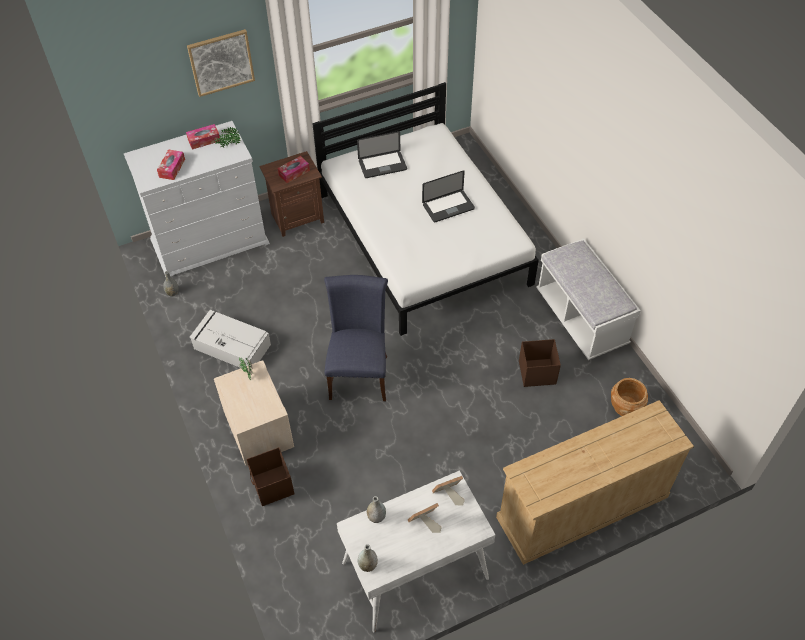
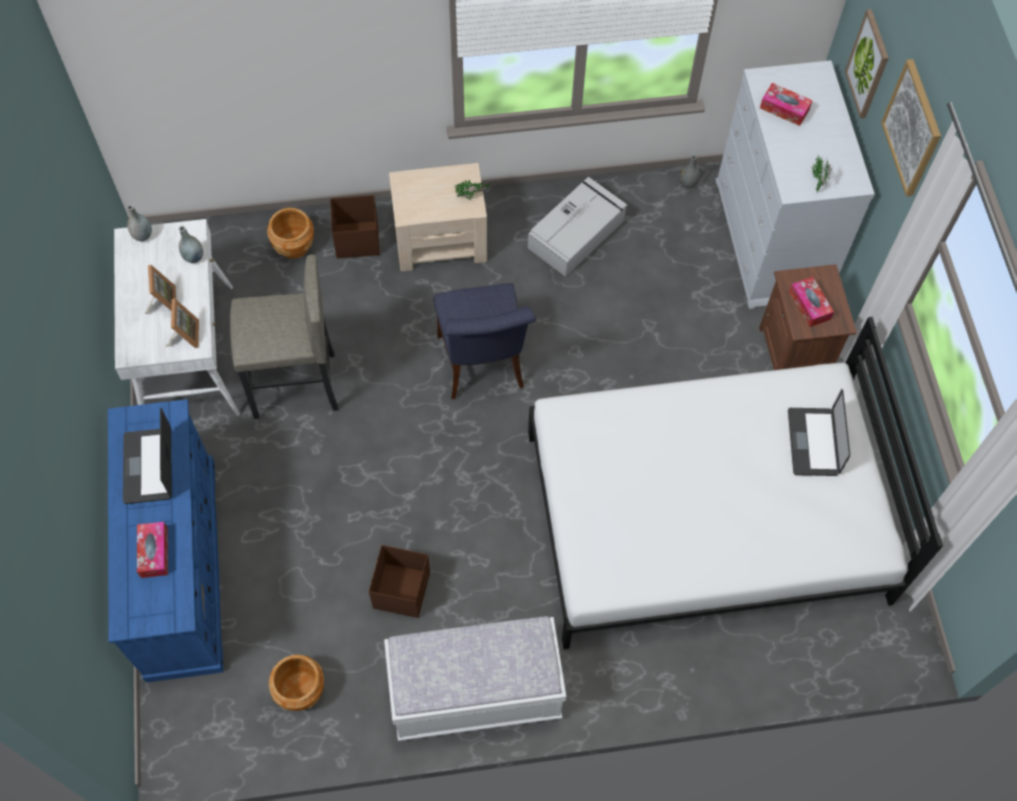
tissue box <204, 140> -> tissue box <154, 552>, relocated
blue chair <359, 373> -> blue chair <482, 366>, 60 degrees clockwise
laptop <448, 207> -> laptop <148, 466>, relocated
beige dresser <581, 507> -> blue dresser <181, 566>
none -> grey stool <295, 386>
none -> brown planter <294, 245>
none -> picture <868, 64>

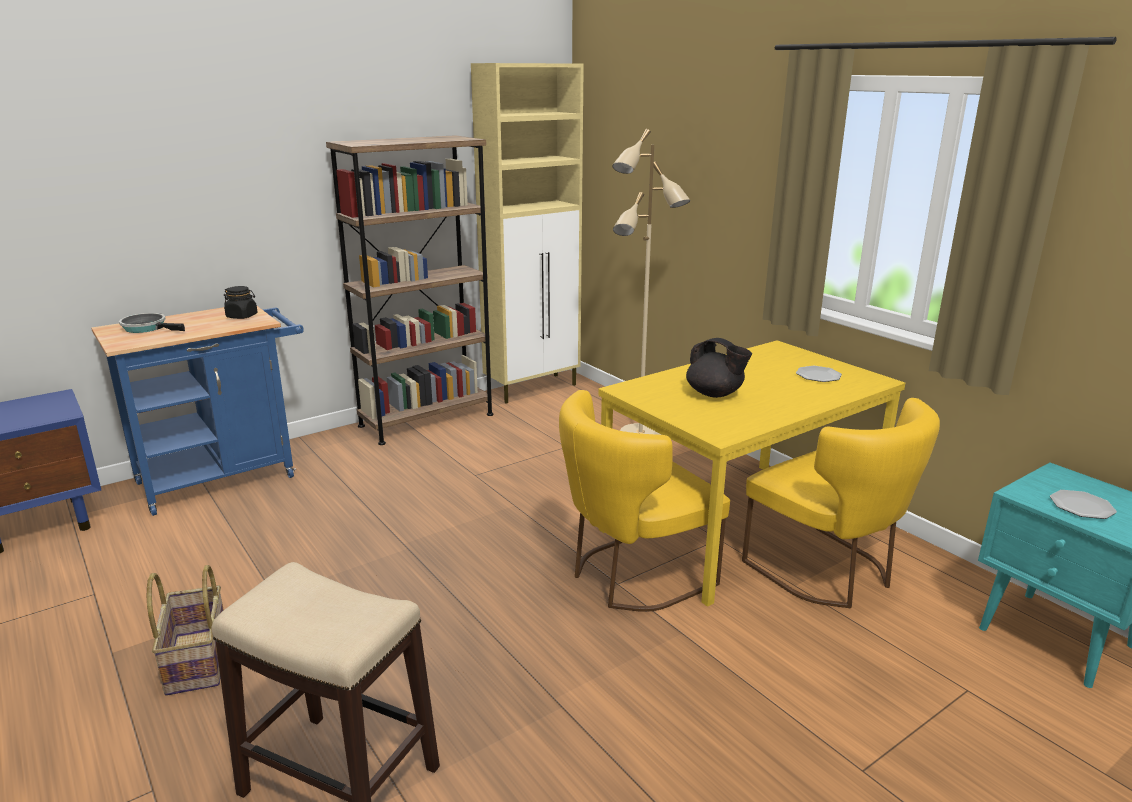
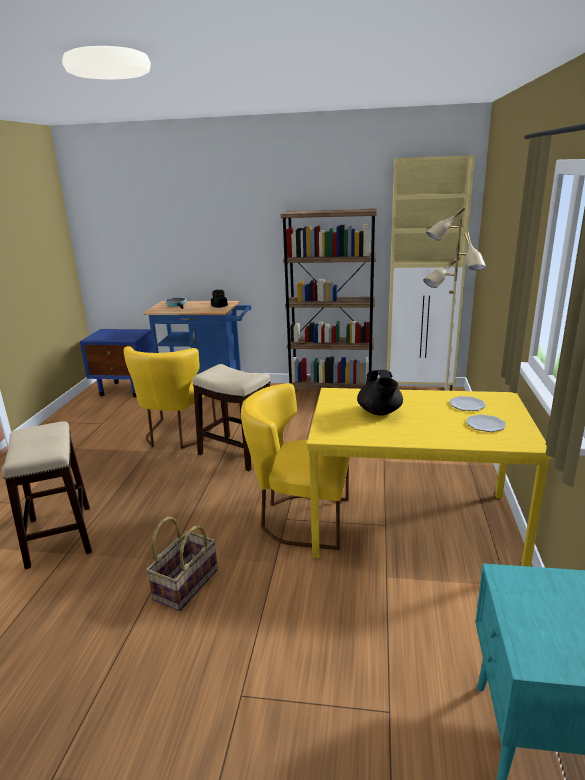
basket <196, 660> -> basket <185, 584>, relocated
yellow chair <828, 573> -> yellow chair <177, 435>, relocated
plate <1082, 506> -> plate <467, 405>, relocated
none -> stool <238, 453>

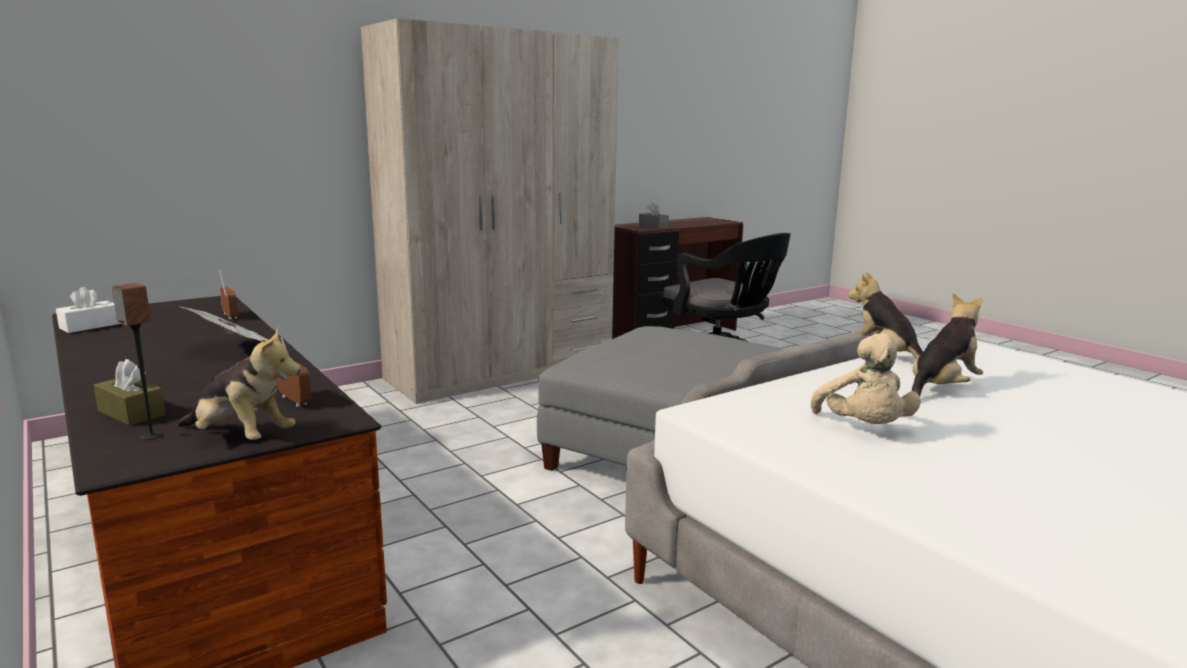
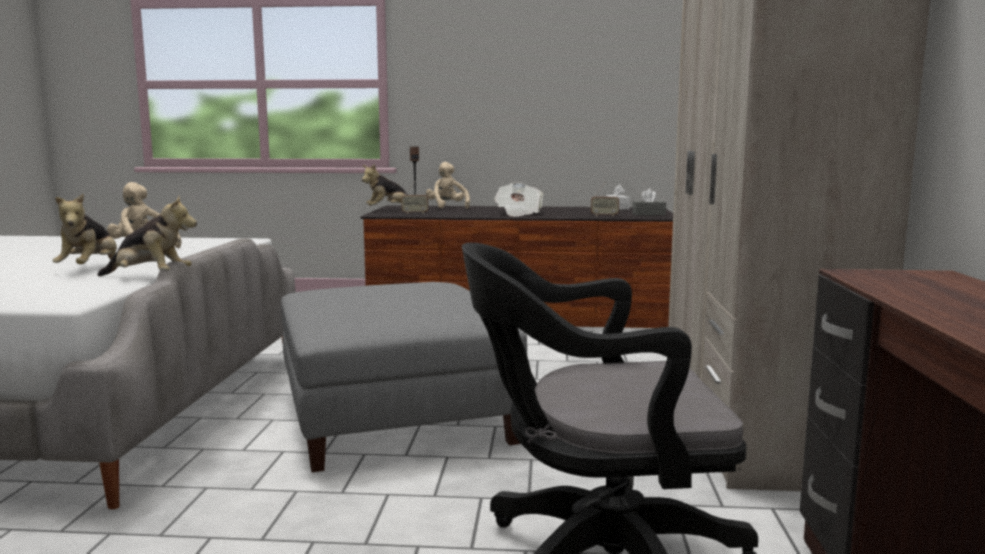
brown tissue box <131, 413> -> beige plush toy <447, 207>
grey tissue box <653, 226> -> grey tissue box <648, 214>, relocated

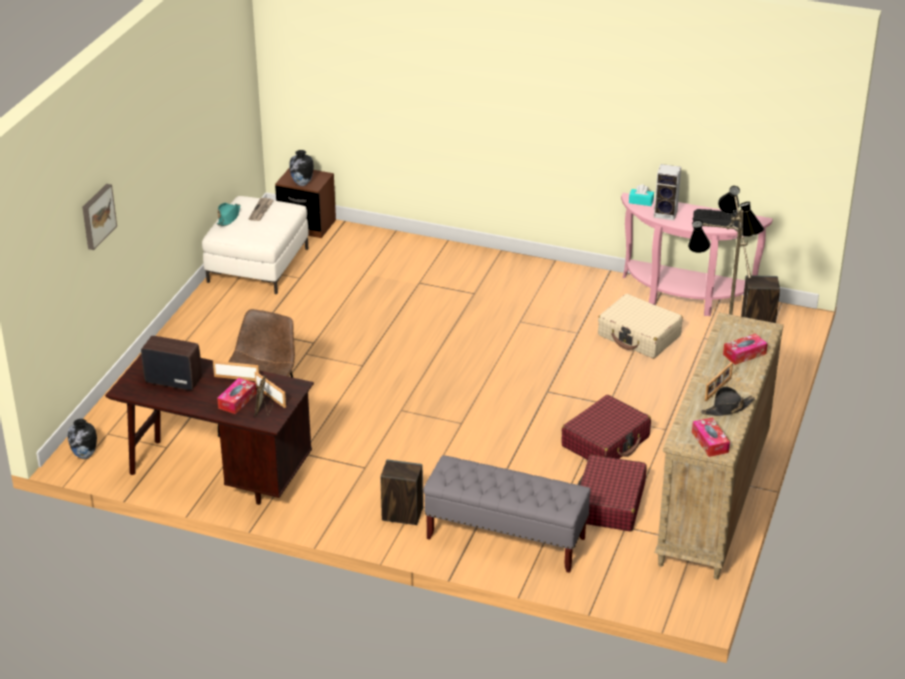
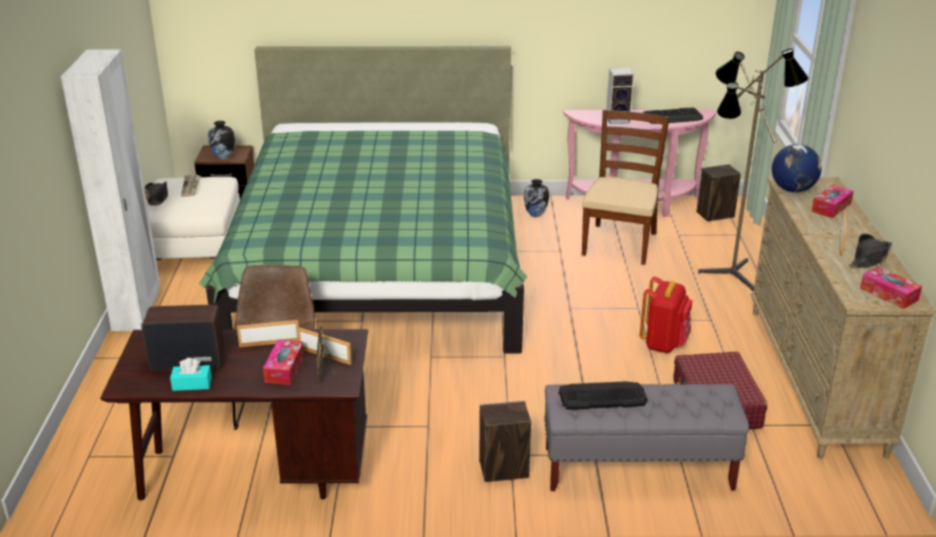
vase <85, 456> -> vase <535, 215>, relocated
picture <97, 216> -> none
turquoise hat <229, 217> -> black hat <157, 198>
red suitcase <606, 442> -> red backpack <664, 344>
beige suitcase <639, 336> -> brown chair <619, 243>
turquoise tissue box <641, 201> -> turquoise tissue box <192, 384>, relocated
none -> white wardrobe <137, 311>
none -> green bed <378, 266>
none -> keyboard <602, 396>
none -> globe <792, 189>

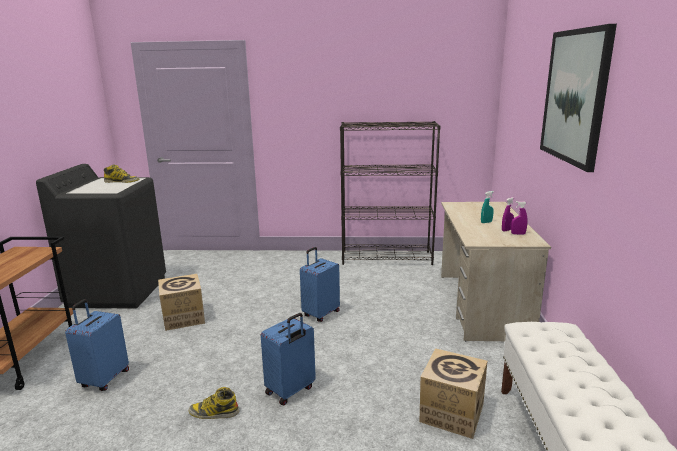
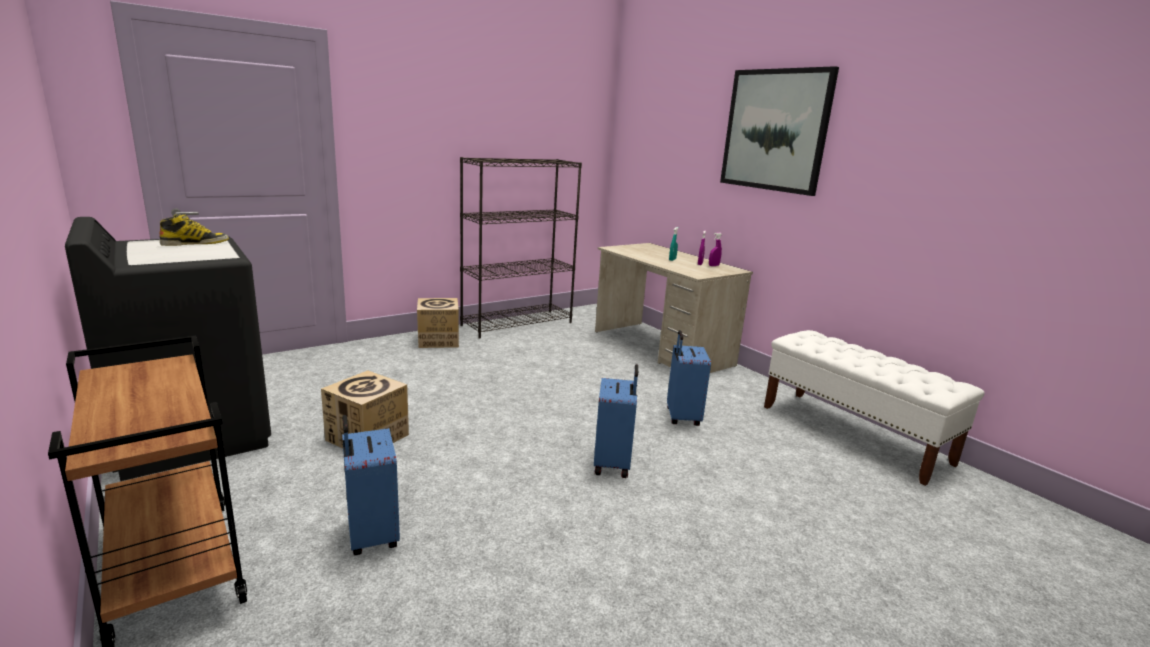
boot <214, 413> -> none
blue suitcase <320, 314> -> blue suitcase <681, 417>, relocated
cardboard box <451, 413> -> cardboard box <438, 340>, relocated

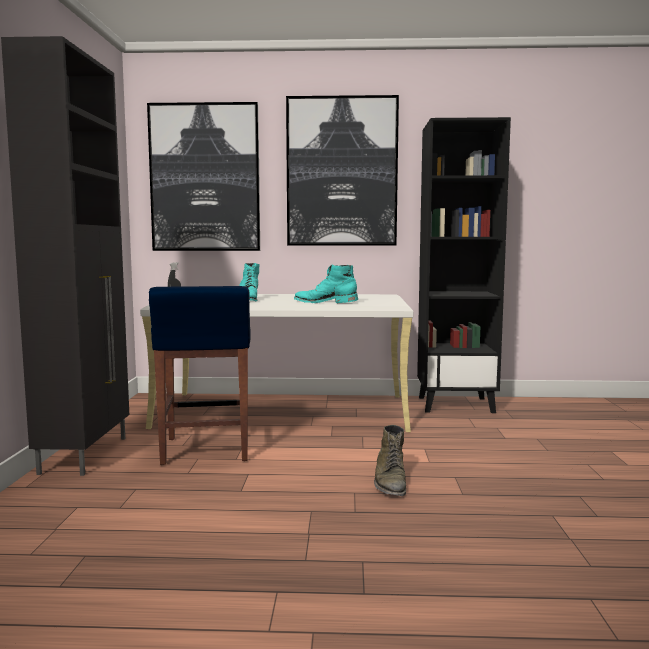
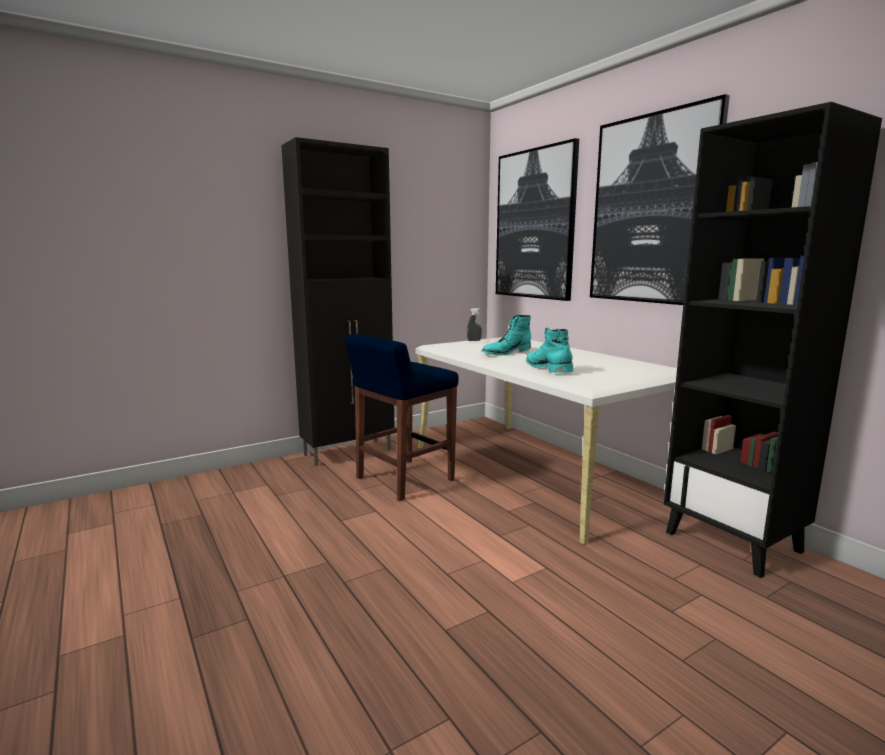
green boot <390, 483> -> none

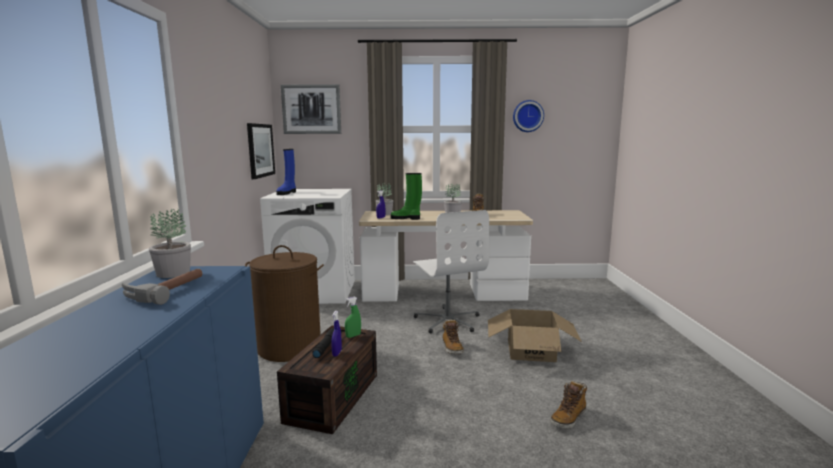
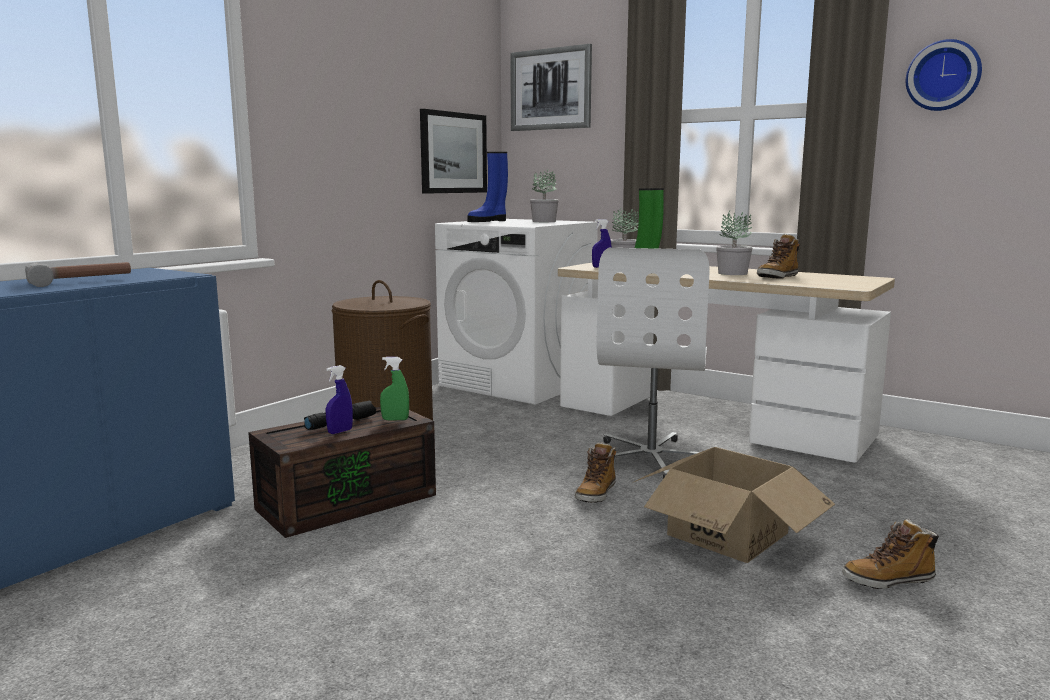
potted plant <174, 273> -> potted plant <544, 221>, relocated
boot <568, 418> -> boot <888, 580>, relocated

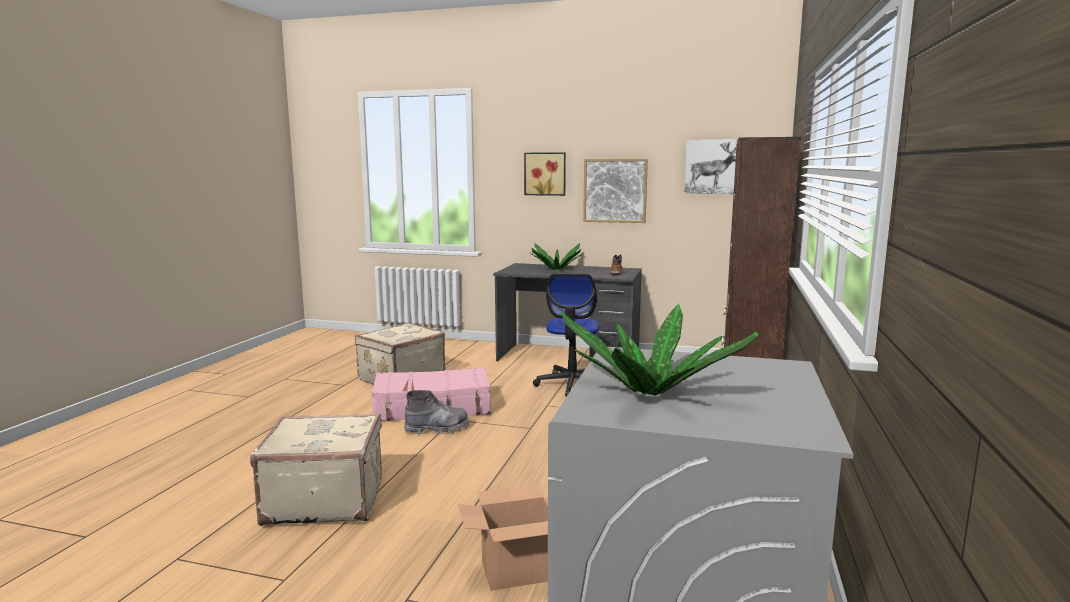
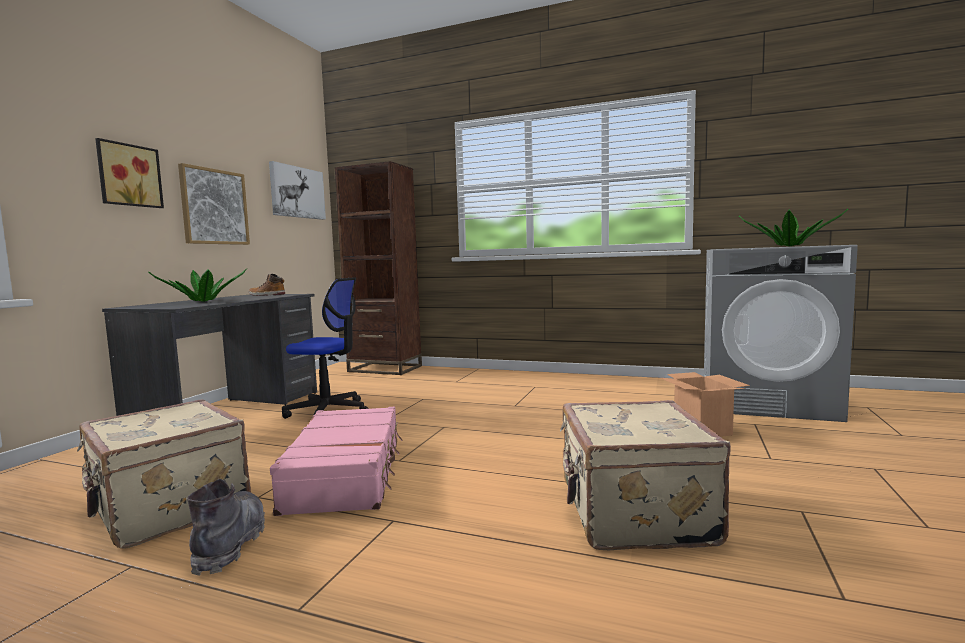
grey boot <437, 429> -> grey boot <231, 543>, relocated

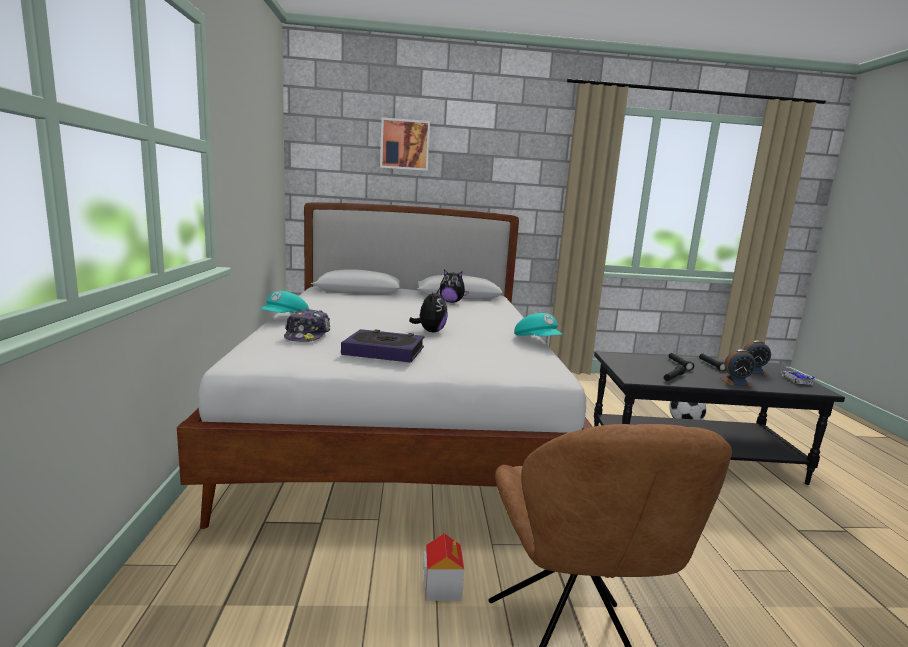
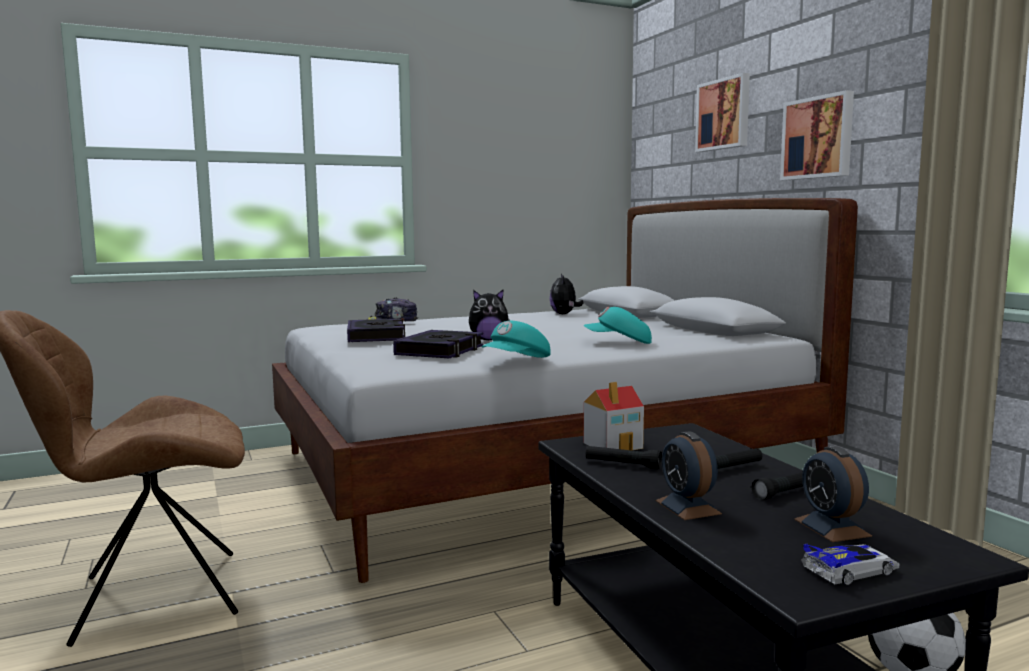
turquoise cap <285, 318> -> turquoise cap <619, 343>, relocated
toy house <442, 586> -> toy house <613, 445>, relocated
plush toy <452, 302> -> plush toy <564, 314>, relocated
none -> book <440, 351>
none -> picture <818, 138>

